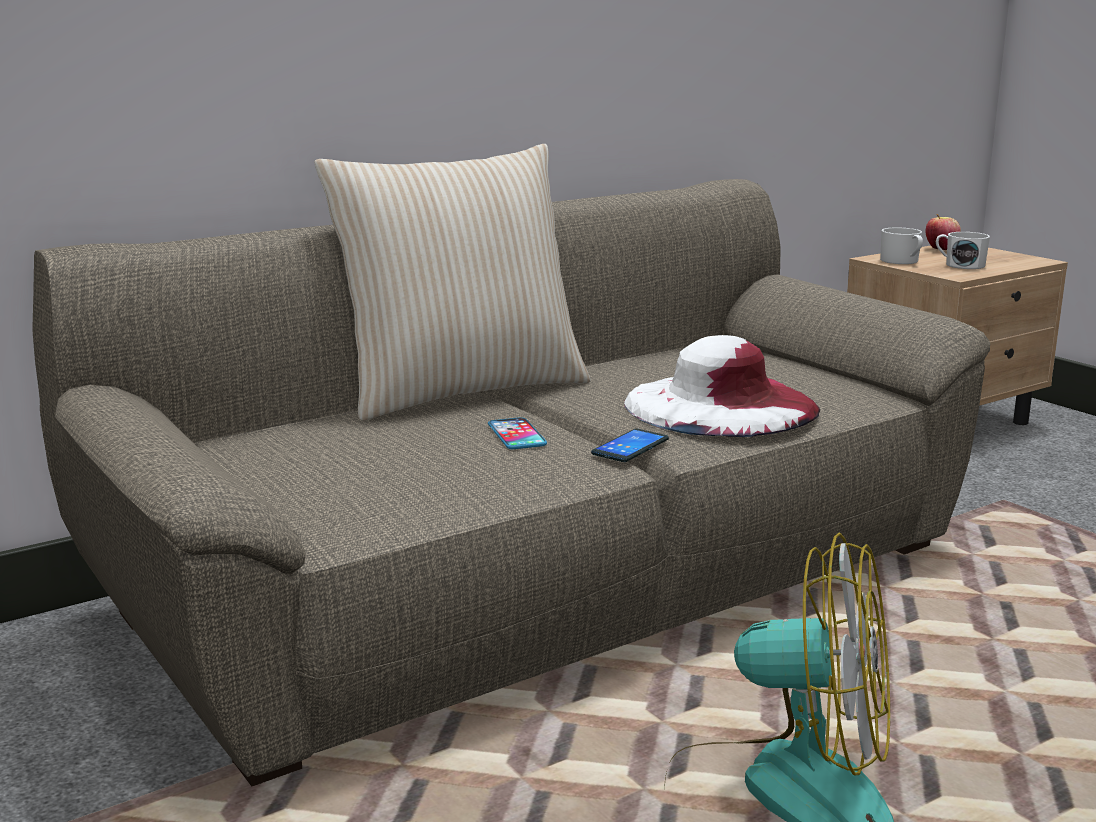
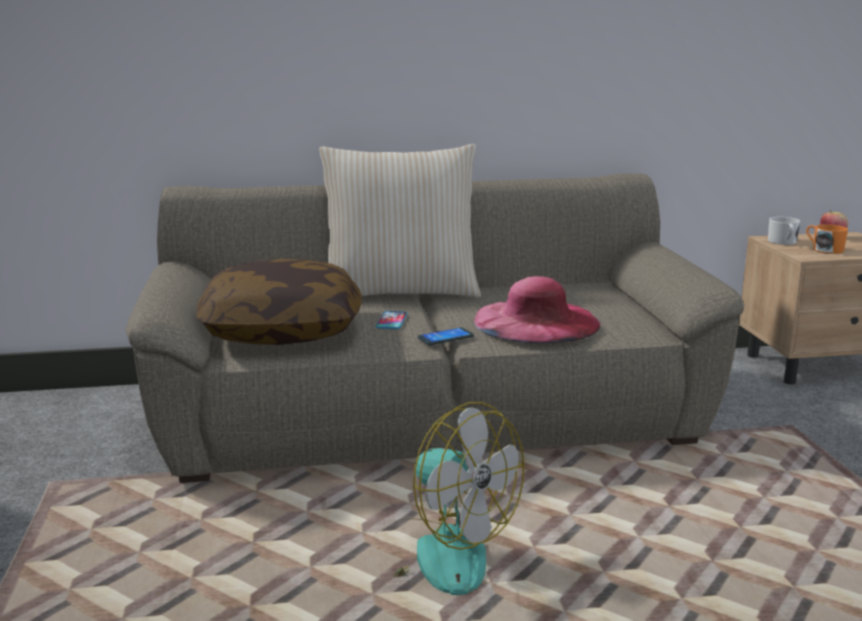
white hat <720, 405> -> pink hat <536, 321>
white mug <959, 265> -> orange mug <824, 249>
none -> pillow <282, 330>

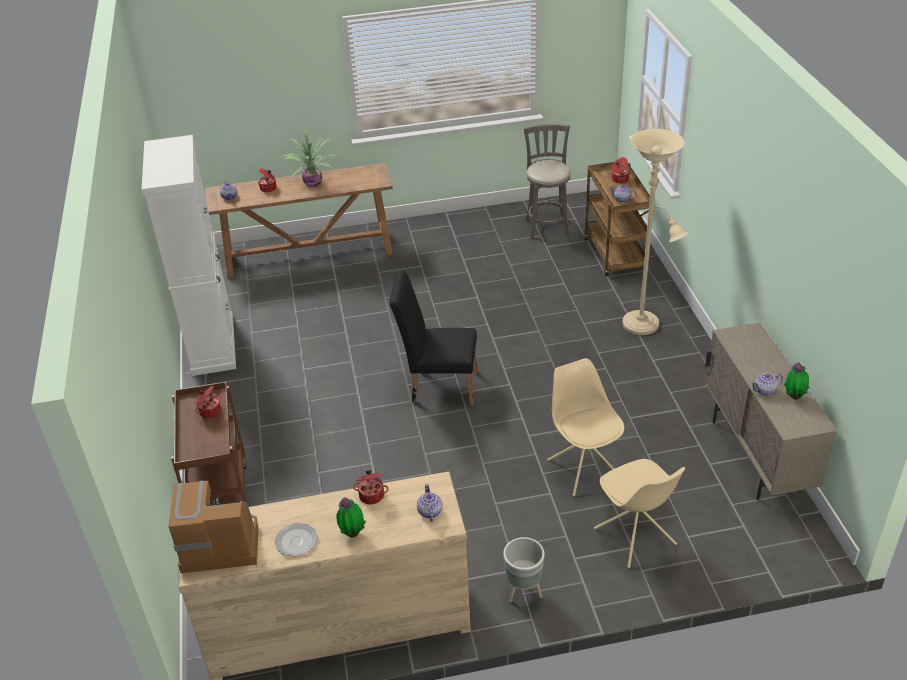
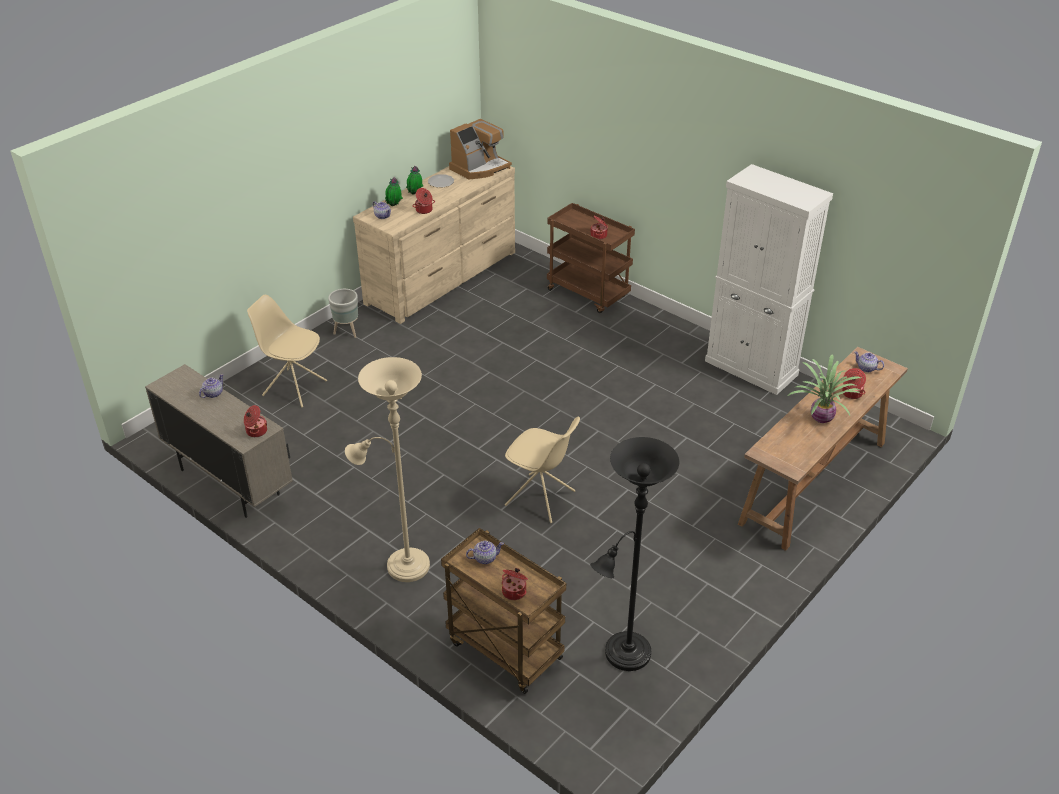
black chair <438, 386> -> none
grey stool <547, 226> -> black floor lamp <623, 656>
beige chair <583, 468> -> beige chair <541, 499>, relocated
potted plant <794, 396> -> potted plant <394, 206>, relocated
none -> cooking pot <256, 431>

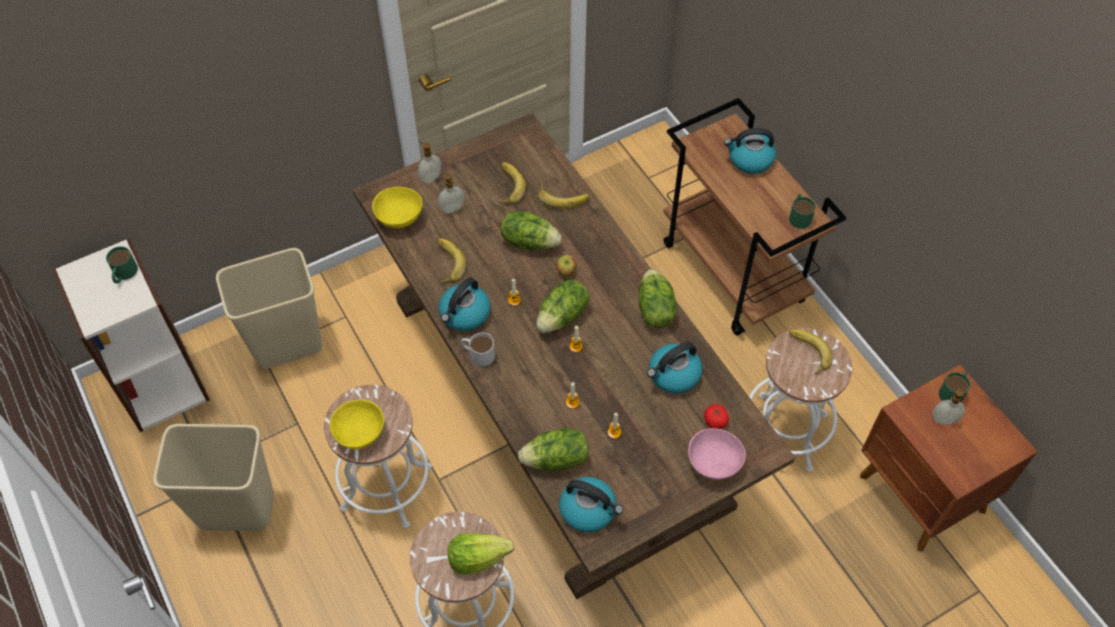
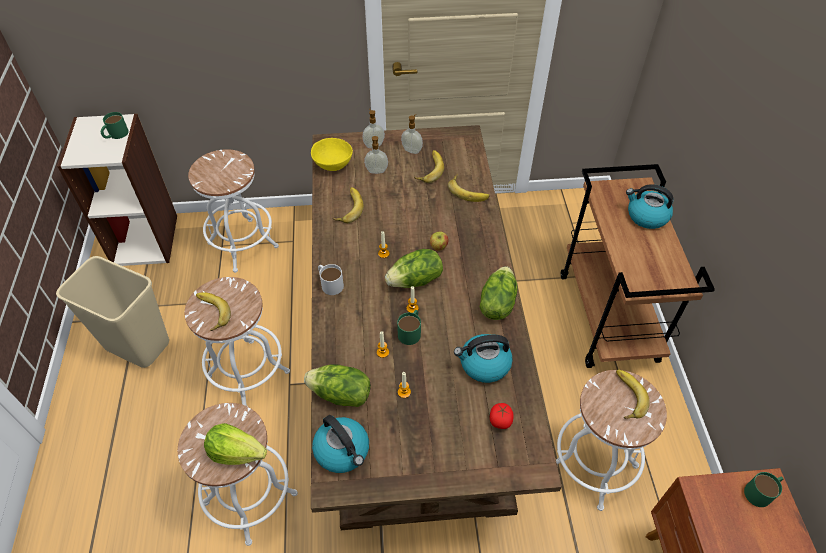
beige trash can <287, 343> -> white stool <243, 245>
yellow bowl <359, 434> -> banana <210, 312>
kettle <464, 314> -> none
lettuce <529, 241> -> none
pink bowl <714, 465> -> none
green mug <799, 215> -> green mug <411, 331>, relocated
soap dispenser <943, 419> -> soap dispenser <412, 150>, relocated

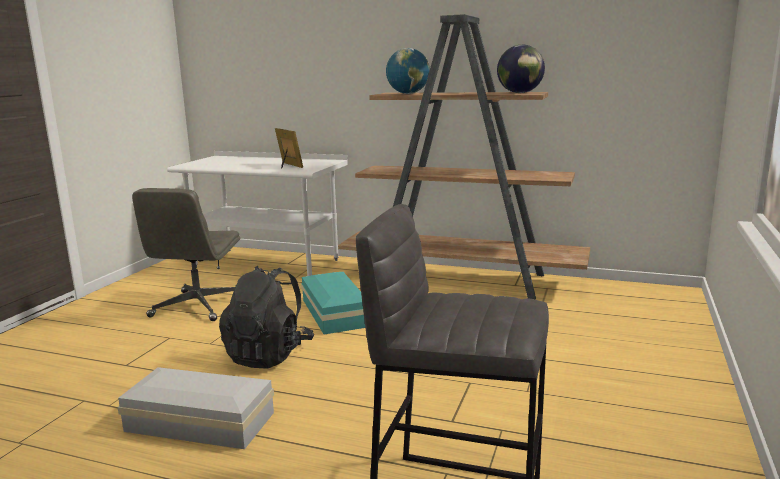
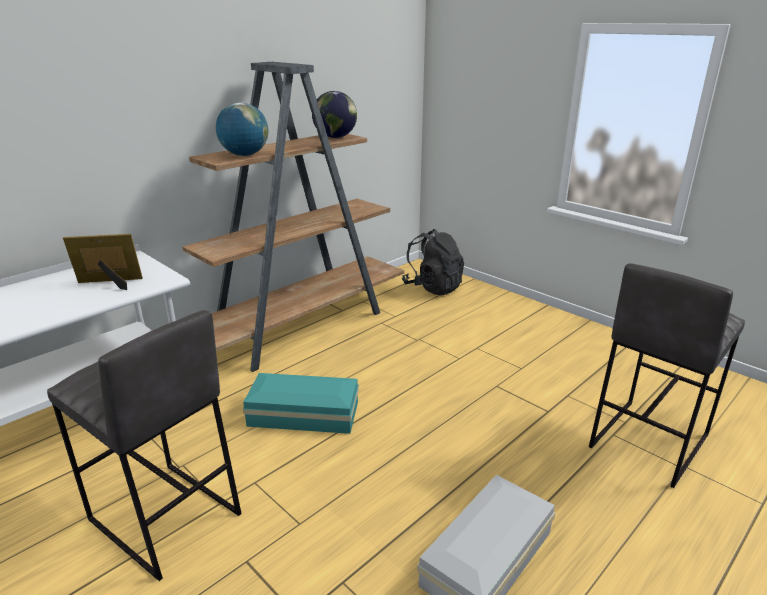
grey office chair <198, 306> -> grey stool <164, 518>
black backpack <269, 354> -> black backpack <433, 287>, relocated

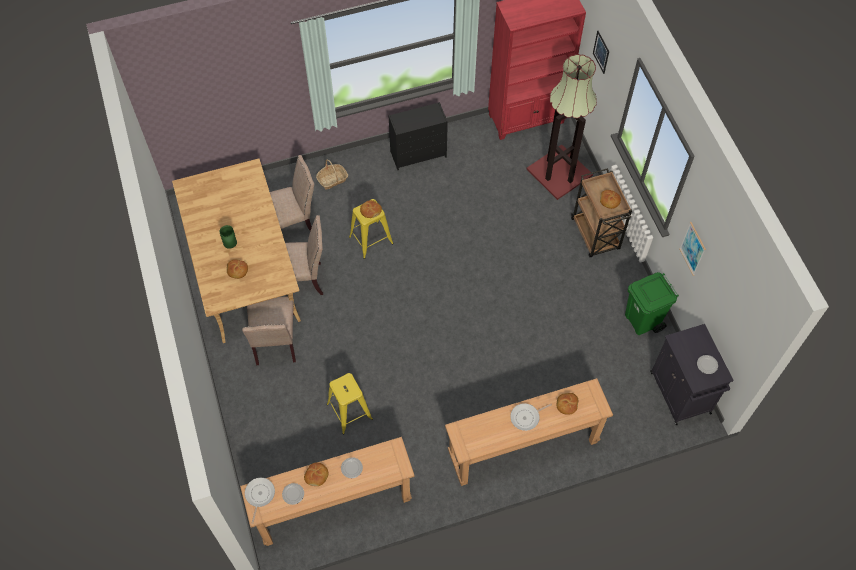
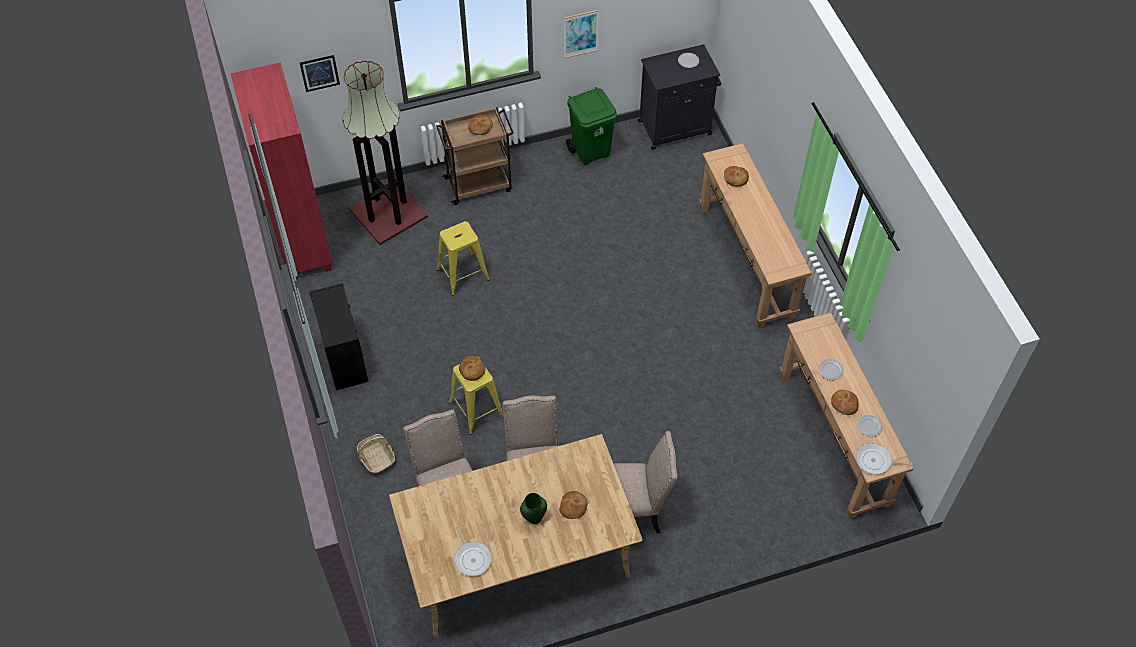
yellow stool <349, 411> -> yellow stool <463, 274>, relocated
frying pan <526, 417> -> frying pan <472, 558>, relocated

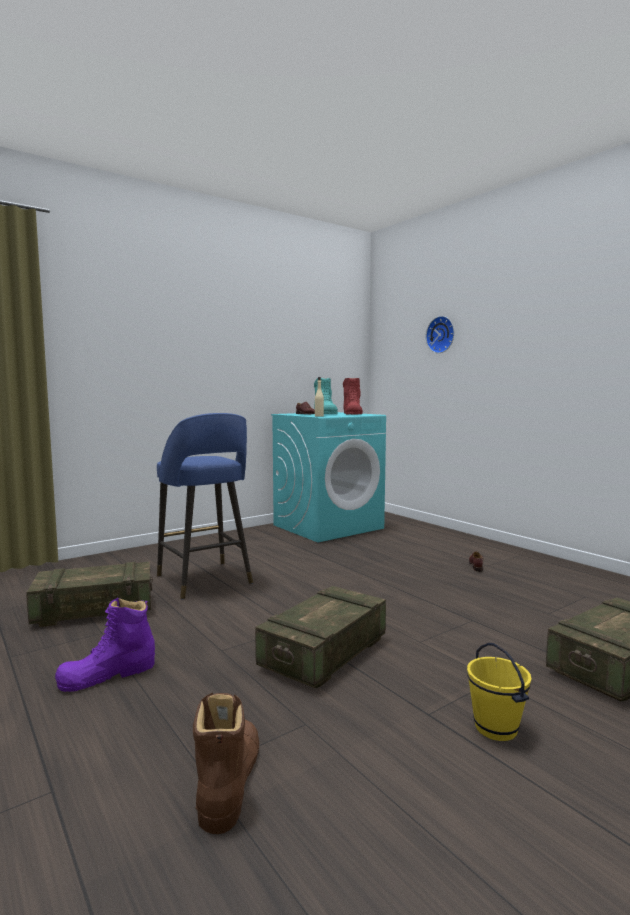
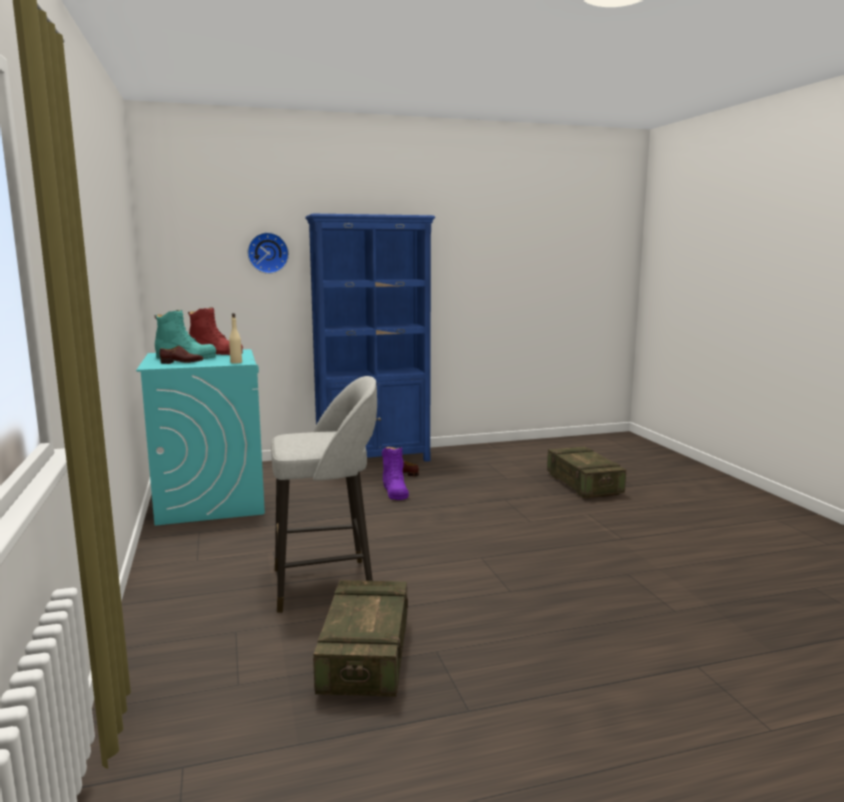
purple boot <108, 675> -> purple boot <395, 491>, relocated
blue stool <205, 581> -> grey stool <327, 585>
brown boot <229, 781> -> none
crate <324, 654> -> none
yellow bucket <495, 728> -> none
none -> blue bookcase <374, 459>

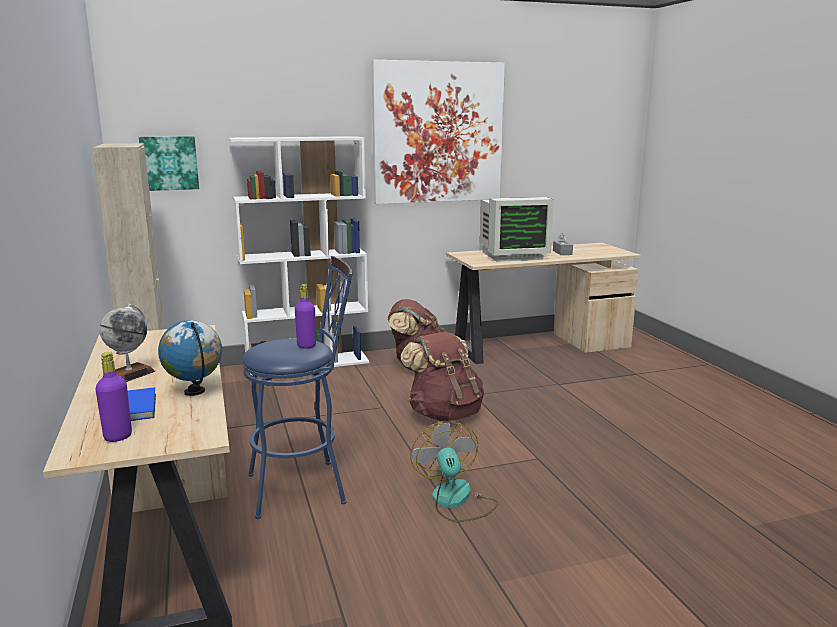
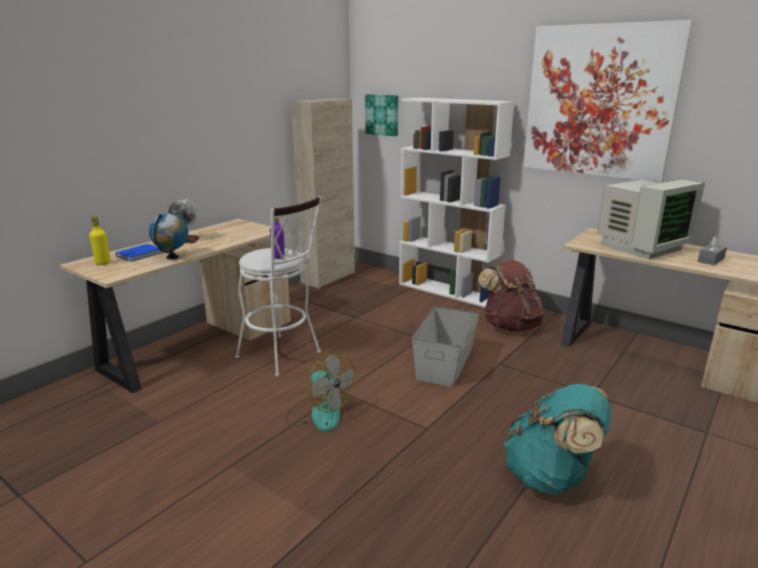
purple bottle <118, 437> -> yellow bottle <103, 263>
blue stool <306, 487> -> white stool <283, 357>
brown backpack <444, 414> -> grey storage box <445, 364>
fan <455, 501> -> fan <319, 414>, 90 degrees clockwise
monitor <511, 255> -> monitor <640, 247>, 75 degrees counterclockwise
none -> turquoise backpack <551, 477>

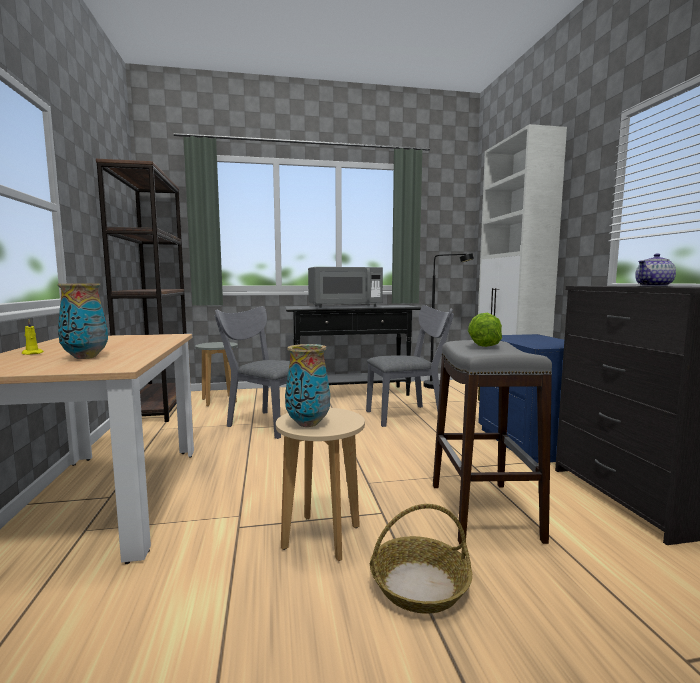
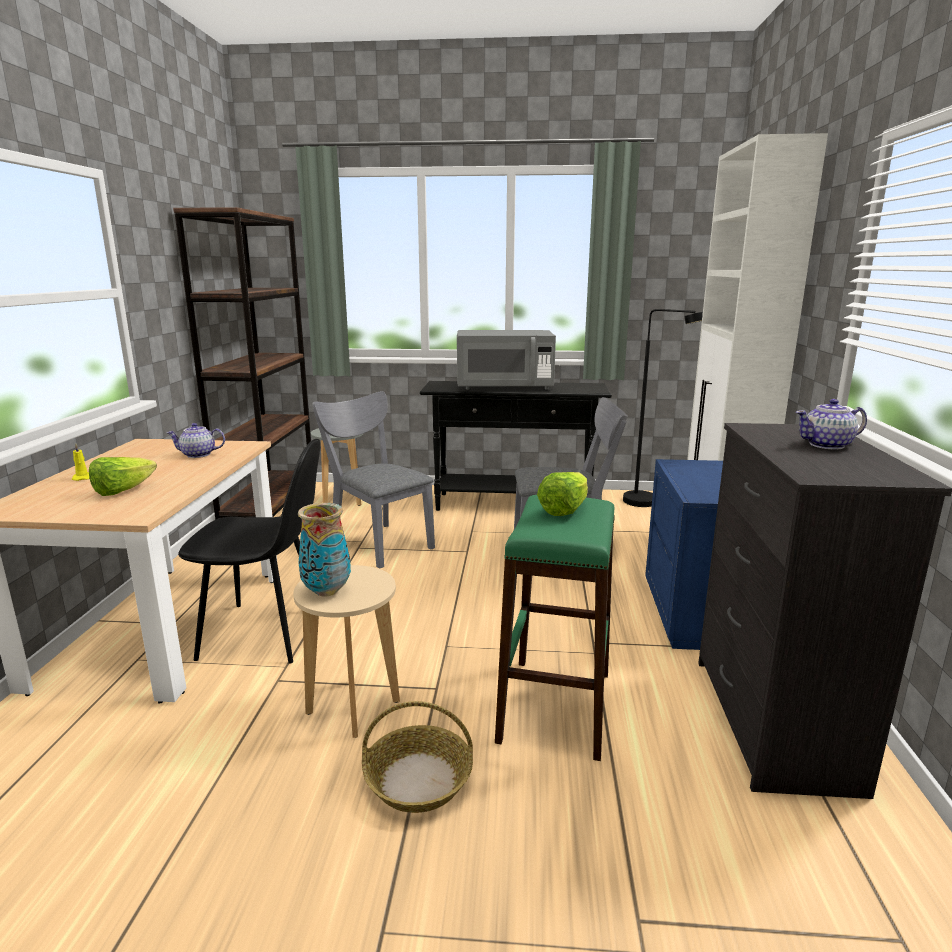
vase <85, 357> -> lettuce <123, 491>
grey stool <484, 511> -> green stool <556, 706>
none -> teapot <198, 455>
none -> black chair <266, 632>

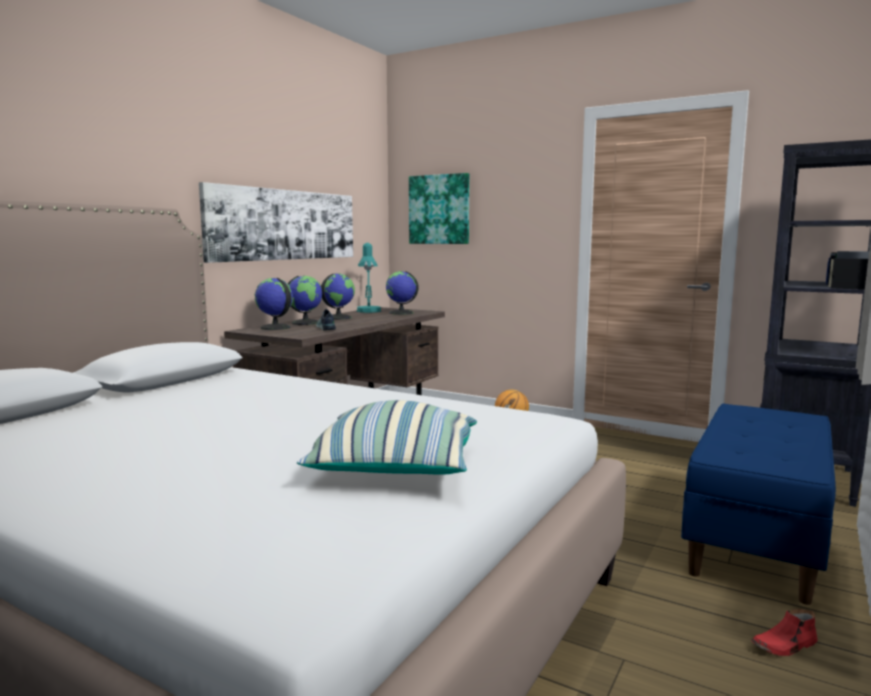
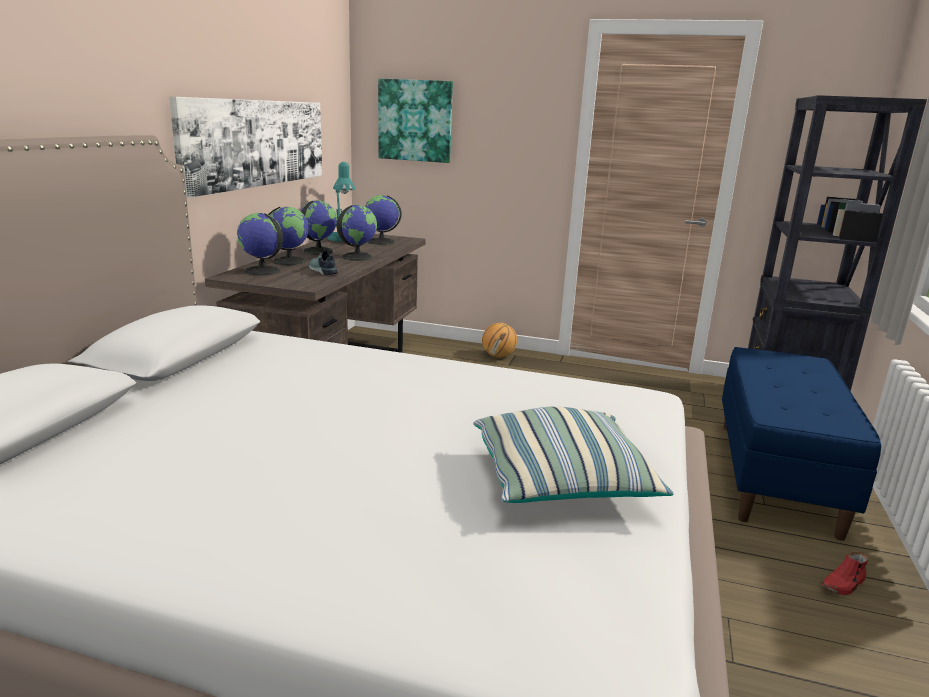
none -> globe <357, 257>

